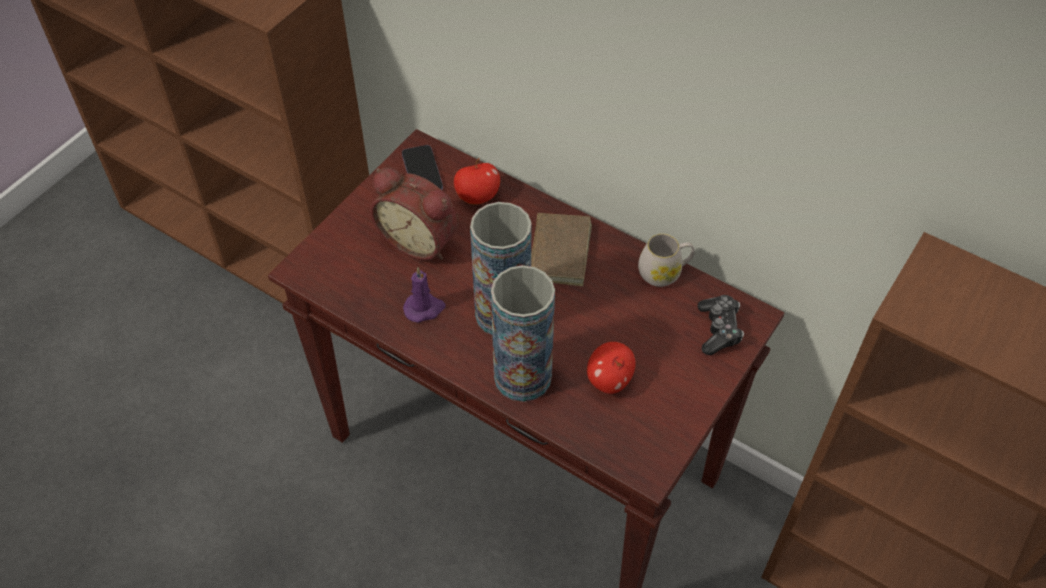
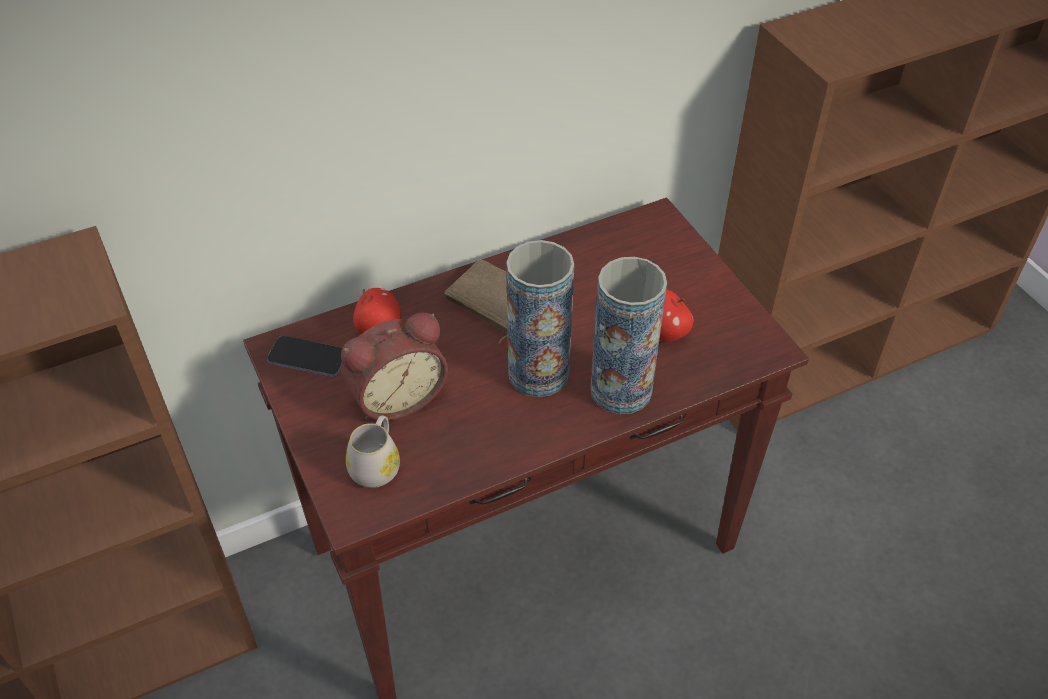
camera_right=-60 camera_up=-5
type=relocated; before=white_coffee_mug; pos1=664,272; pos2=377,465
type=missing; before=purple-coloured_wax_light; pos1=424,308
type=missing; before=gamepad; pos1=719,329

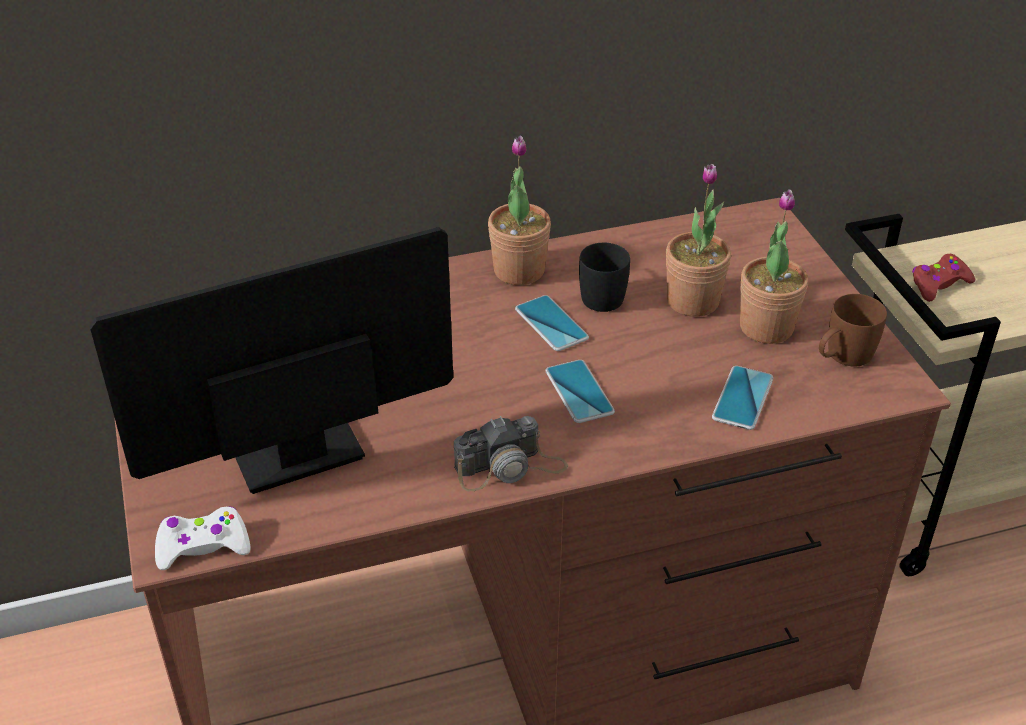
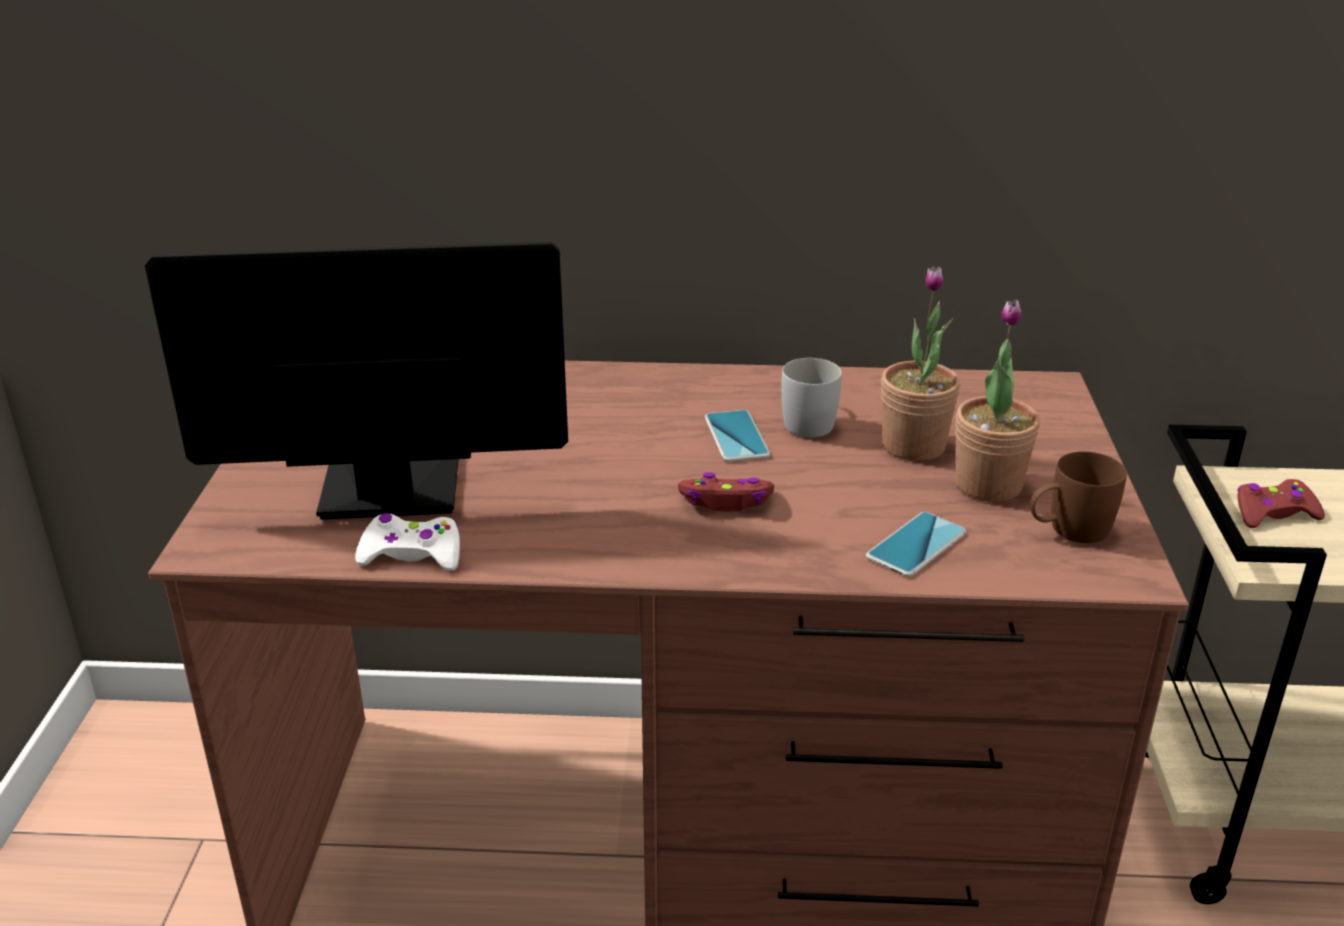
camera_right=20 camera_up=-10
type=relocated; before=white_gamepad; pos1=203,546; pos2=412,554
type=exchanged; before=phone; after=reddish_gamepad; pos1=579,392; pos2=726,502
type=colour; before=black_coffee_mug; after=white_coffee_mug; pos1=598,294; pos2=807,420
type=missing; before=still_camera; pos1=510,467
type=missing; before=plant_in_a_pot; pos1=519,270

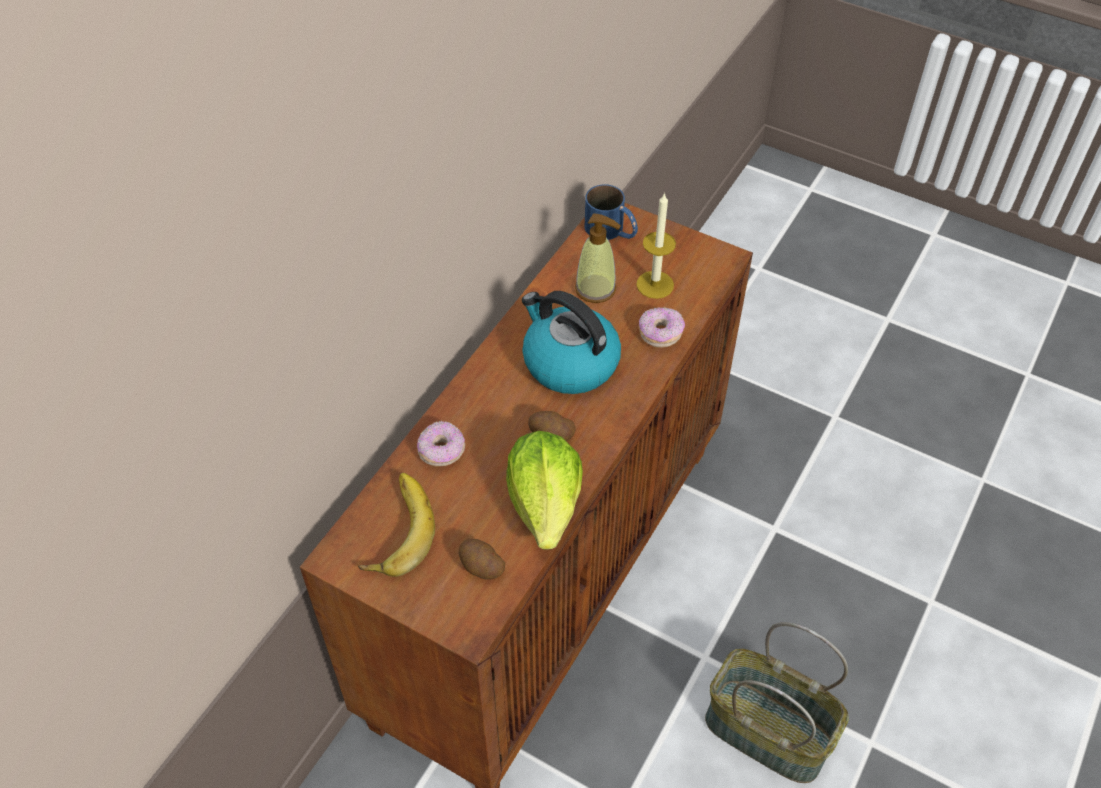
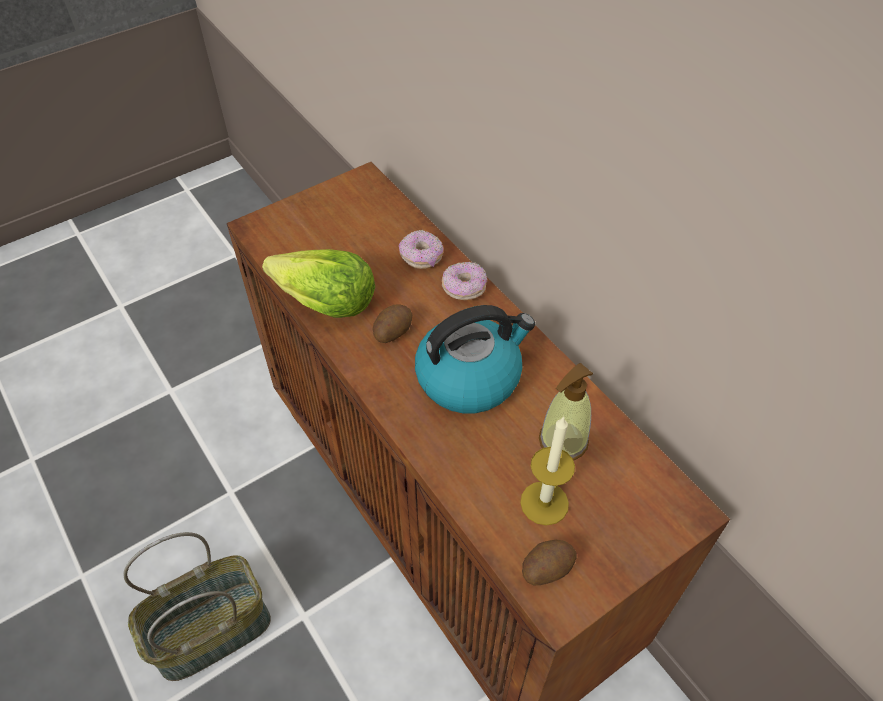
camera_right=115 camera_up=0
type=relocated; before=donut; pos1=660,334; pos2=464,288
type=relocated; before=spud; pos1=481,567; pos2=546,568
type=missing; before=banana; pos1=395,529
type=missing; before=blue_coffee_mug; pos1=611,231

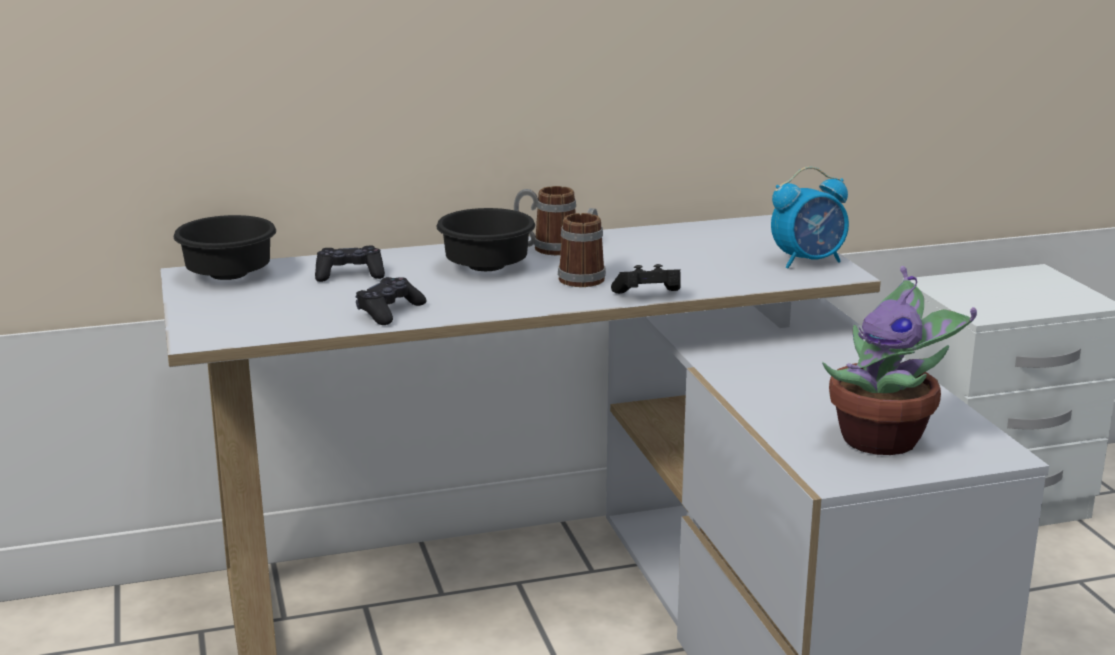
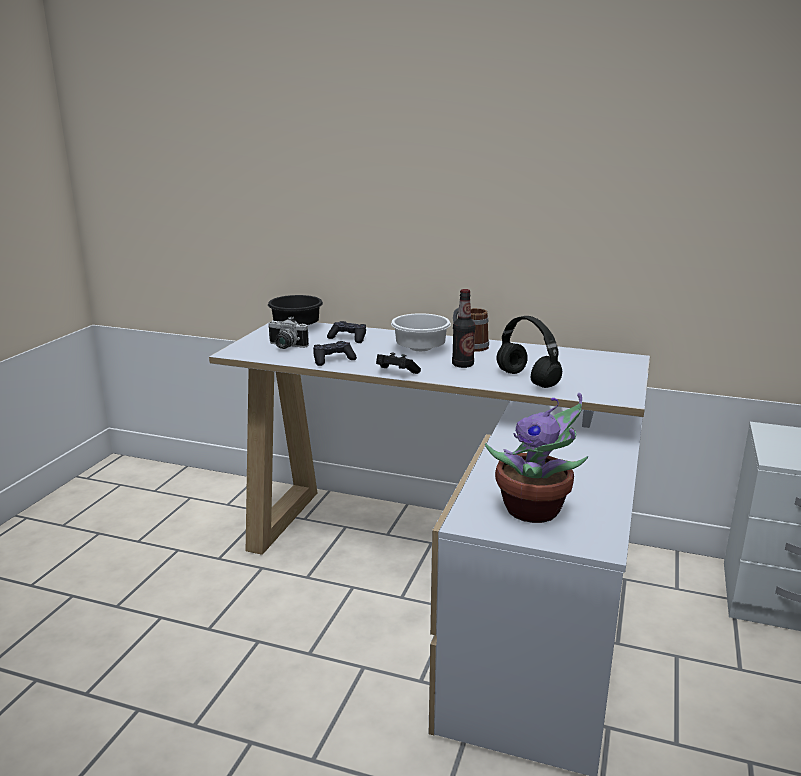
camera_right=35 camera_up=0
type=appeared; after=still_camera; pos2=285,346
type=relocated; before=black_gamepad; pos1=648,296; pos2=396,373
type=colour; before=black_bowl; after=white_bowl; pos1=483,267; pos2=419,348
type=exchanged; before=coffee_mug; after=bottle; pos1=584,276; pos2=462,365
type=appeared; after=black_headset; pos2=528,380
type=missing; before=alarm_clock; pos1=809,261

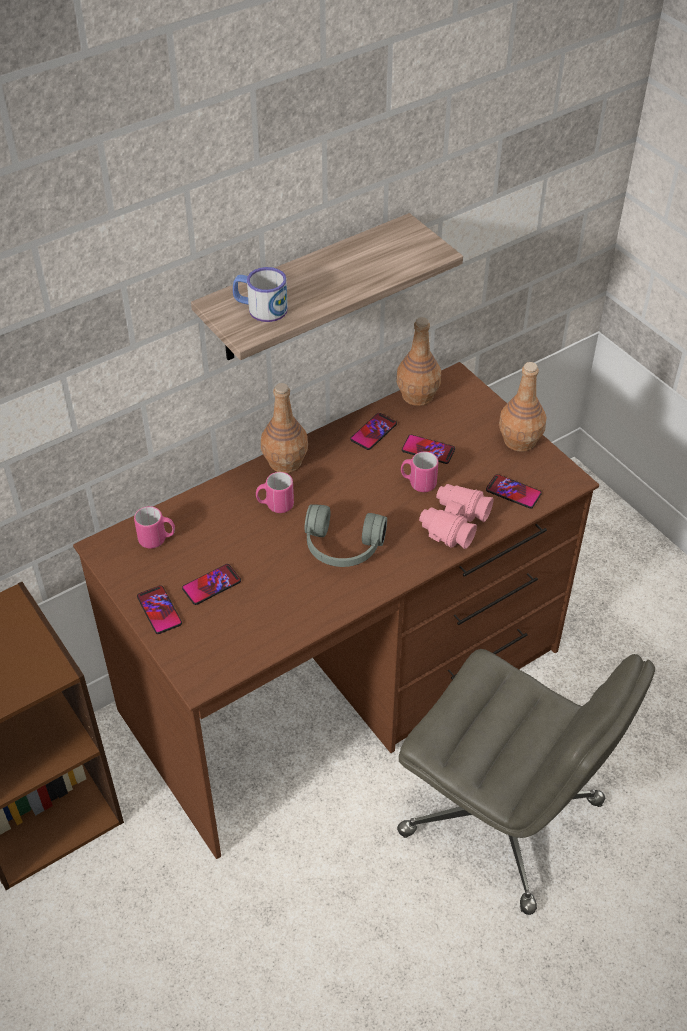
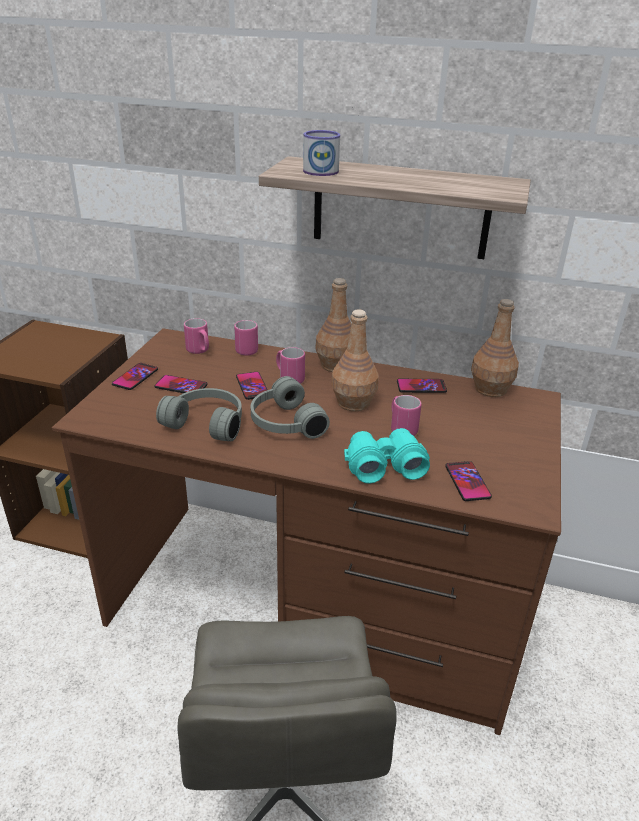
camera_right=50 camera_up=-15
type=appeared; after=gray_headset; pos2=208,422
type=appeared; after=pink-coloured_coffee_mug; pos2=247,349
type=relocated; before=phone; pos1=428,450; pos2=252,386
type=relocated; before=brown_bottle; pos1=519,440; pos2=354,402
type=colour; before=pink-coloured_pair_of_binoculars; after=turquoise-coloured_pair_of_binoculars; pos1=453,523; pos2=384,465

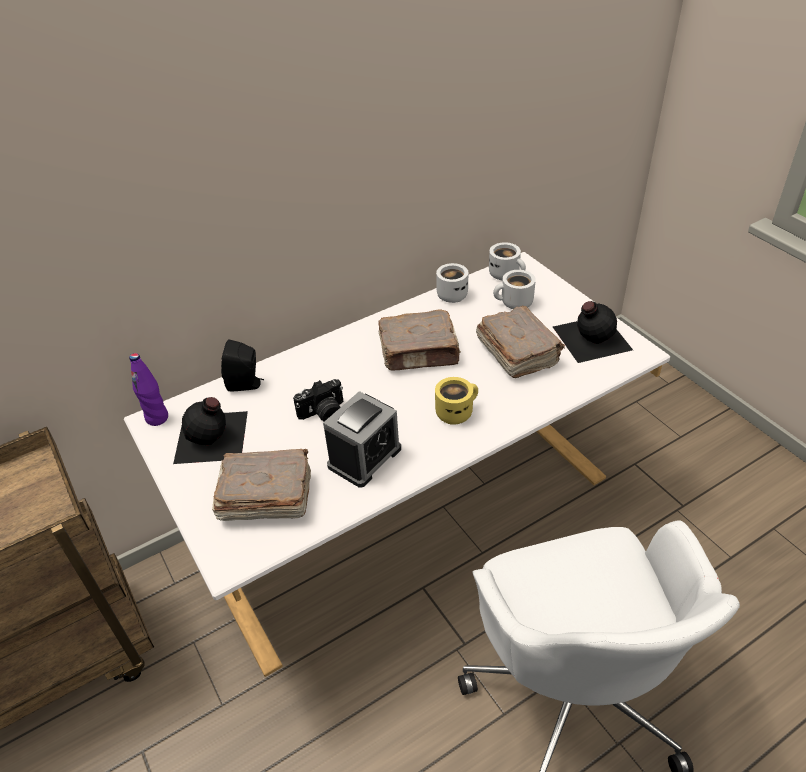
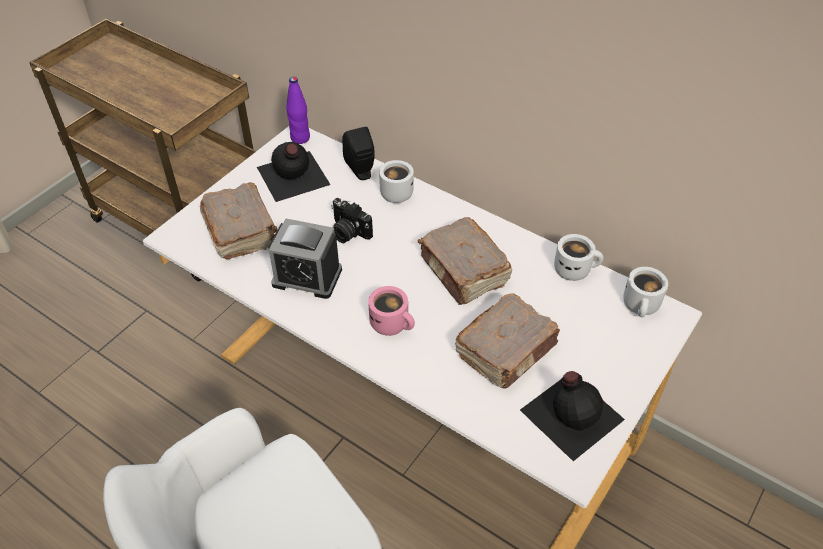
camera_right=65 camera_up=5
type=colour; before=yellow-coloured_coffee_mug; after=pink-coloured_coffee_mug; pos1=455,411; pos2=393,324
type=relocated; before=white_coffee_mug; pos1=514,303; pos2=393,193

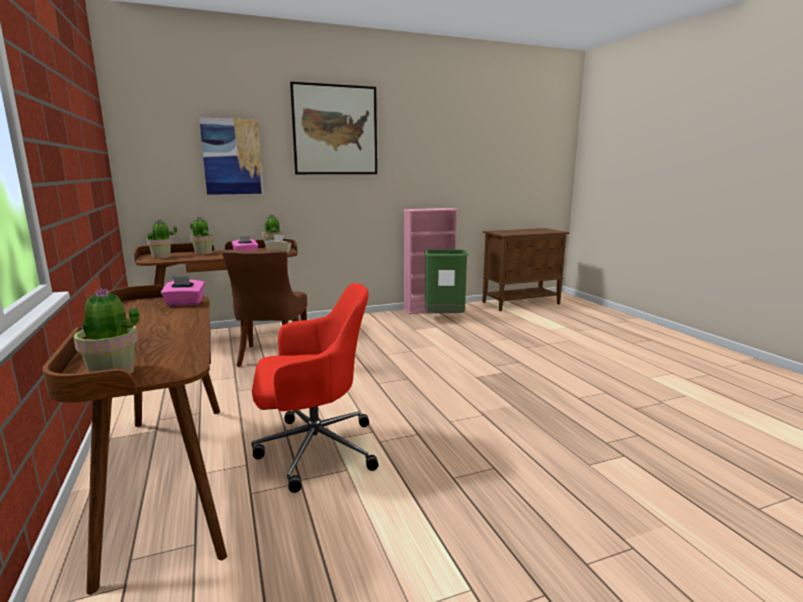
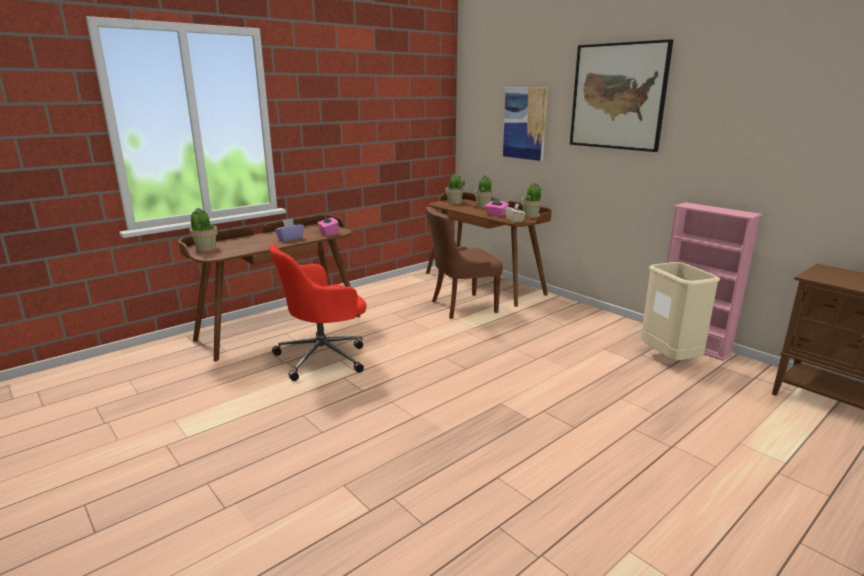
camera_right=70 camera_up=5
type=spun; before=reddish_office_chair; pos1=314,449; pos2=324,357; turn=90
type=appeared; after=purple-coloured_tissue_holder; pos2=290,238
type=colour; before=greenish_waste_bin; after=beige_waste_bin; pos1=444,318; pos2=669,359

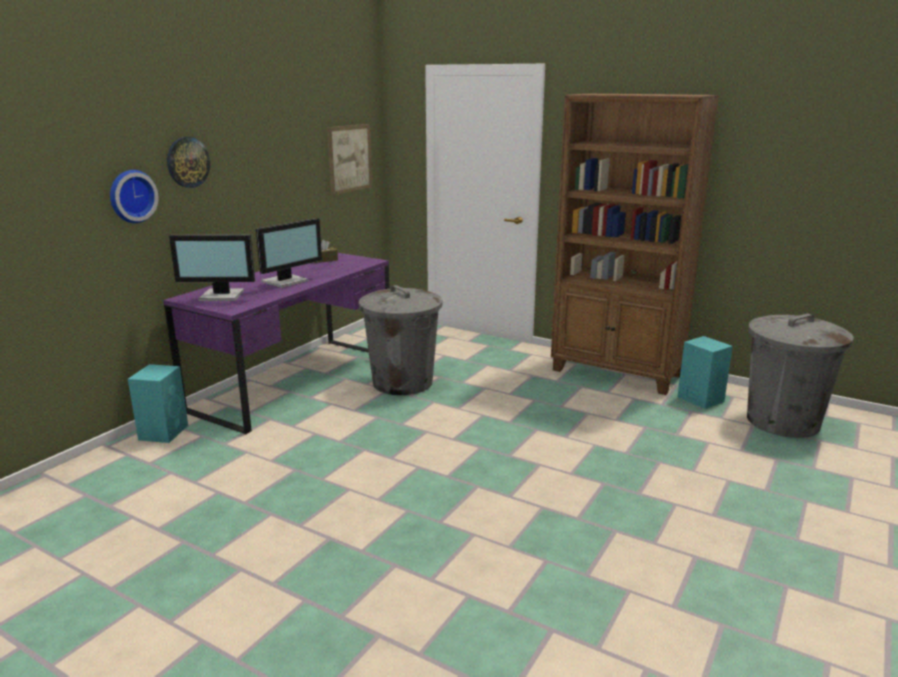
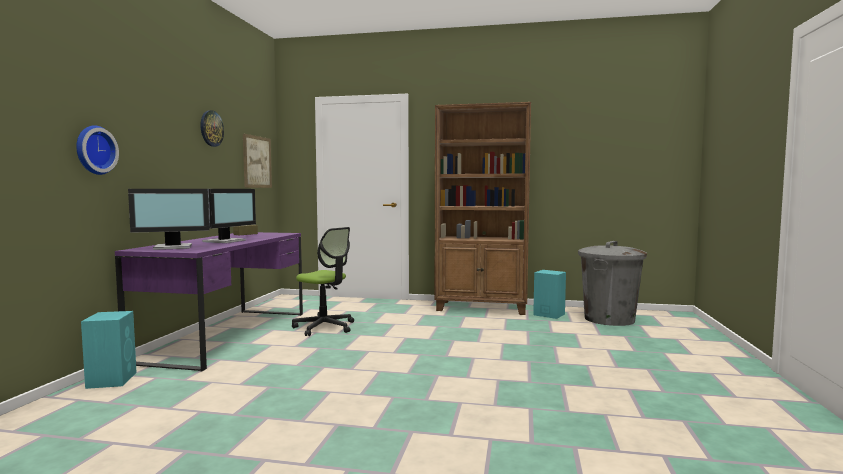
camera_right=-20 camera_up=-15
type=relocated; before=wall_clock; pos1=187,162; pos2=211,128
type=exchanged; before=gray_waste_bin; after=office_chair; pos1=402,382; pos2=324,327

